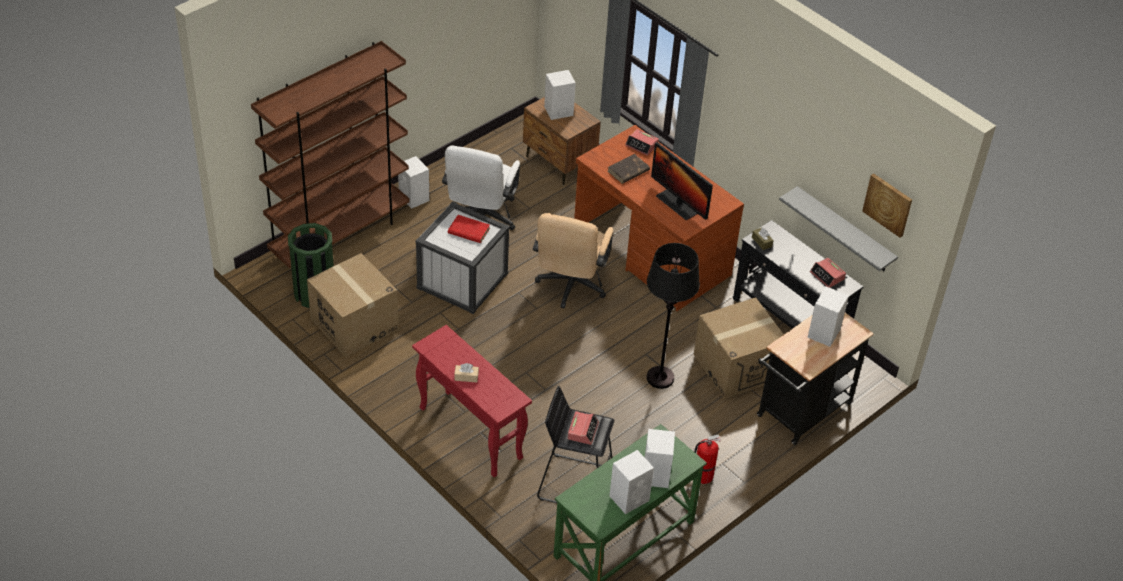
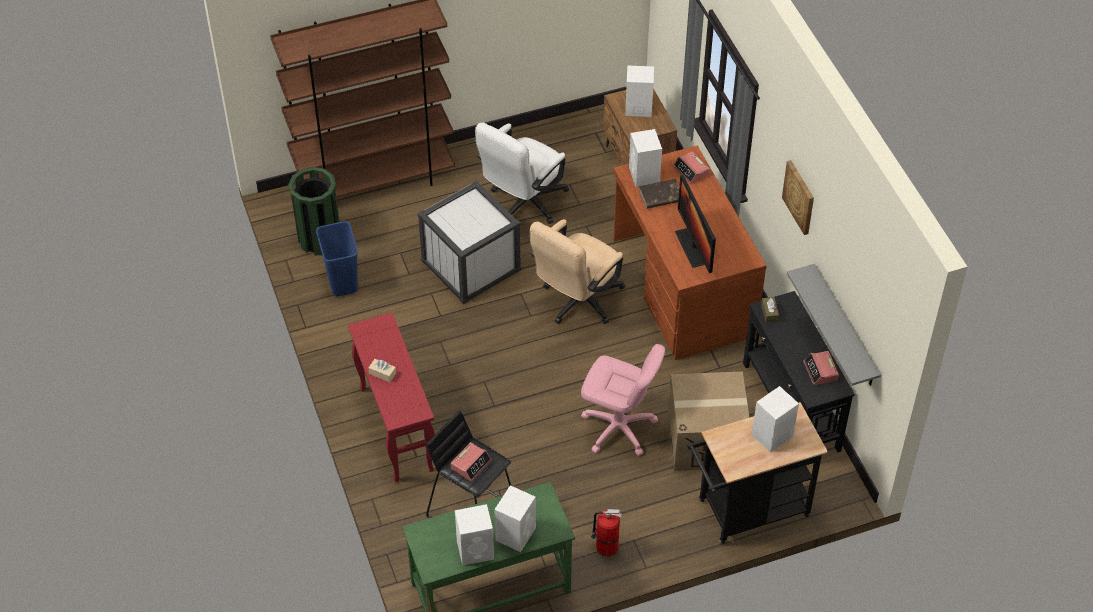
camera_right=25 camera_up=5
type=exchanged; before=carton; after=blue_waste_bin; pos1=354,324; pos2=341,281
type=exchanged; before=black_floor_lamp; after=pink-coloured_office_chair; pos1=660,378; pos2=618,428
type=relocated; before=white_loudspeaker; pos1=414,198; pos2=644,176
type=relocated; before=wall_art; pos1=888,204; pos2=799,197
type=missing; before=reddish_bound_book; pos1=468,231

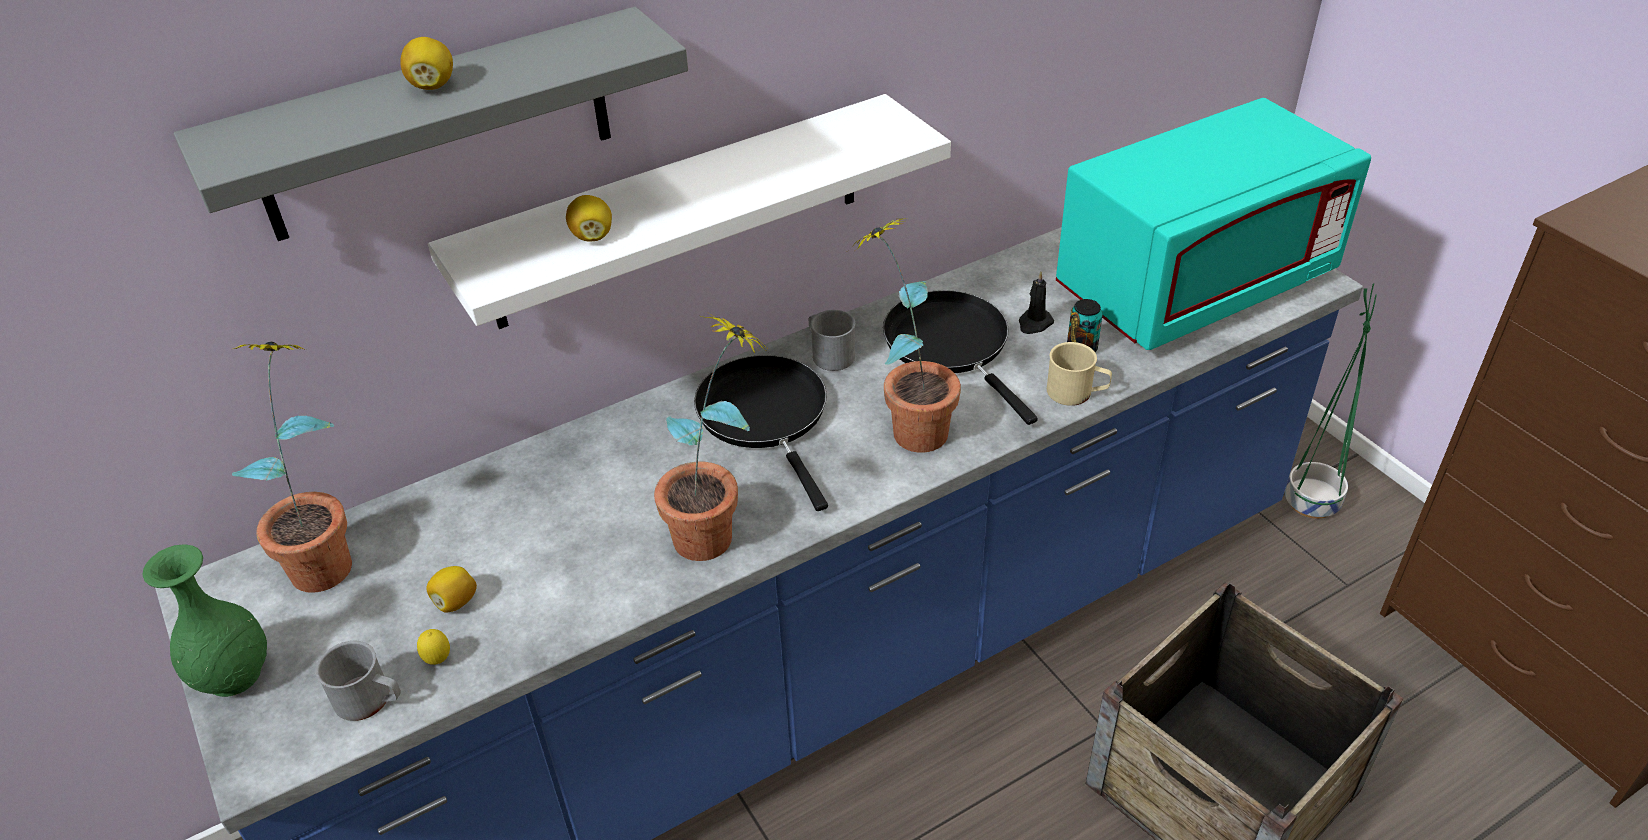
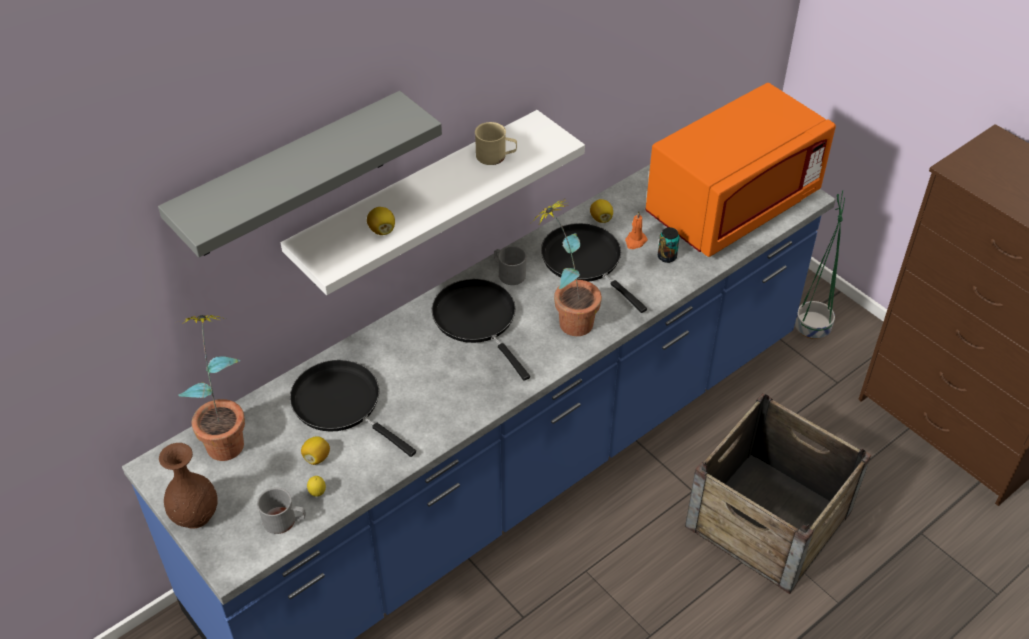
camera_right=-10 camera_up=5
type=colour; before=greenish_vase; after=brown_vase; pos1=235,676; pos2=196,515
type=appeared; after=black_skillet; pos2=341,404
type=relocated; before=beige_coffee_mug; pos1=1076,393; pos2=496,156
type=relocated; before=lemon; pos1=432,85; pos2=601,218
type=colour; before=black_wax_light; after=orangey_wax_light; pos1=1034,323; pos2=635,241
type=colour; before=turquoise-coloured_microwave; after=orangey_microwave; pos1=1195,285; pos2=732,206
type=missing; before=plant_in_a_pot; pos1=719,530

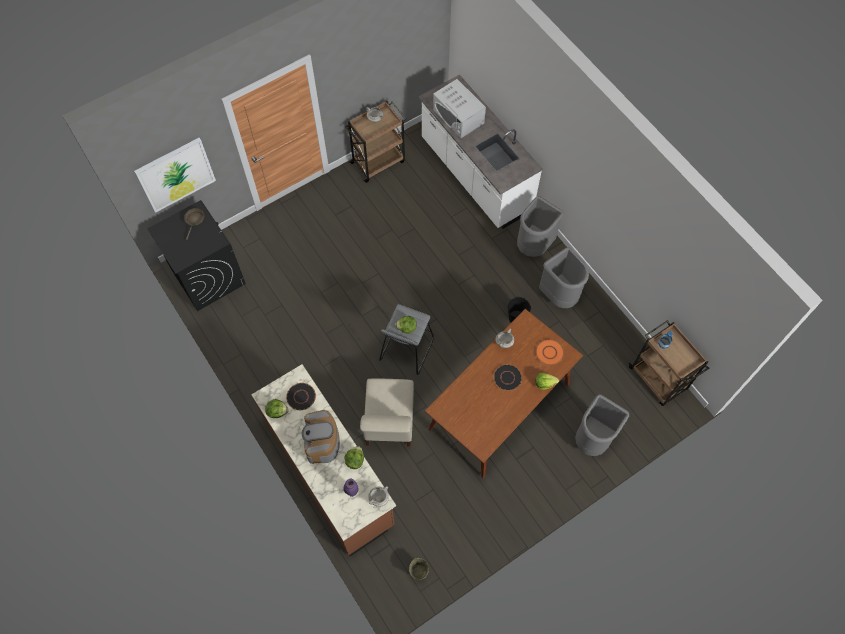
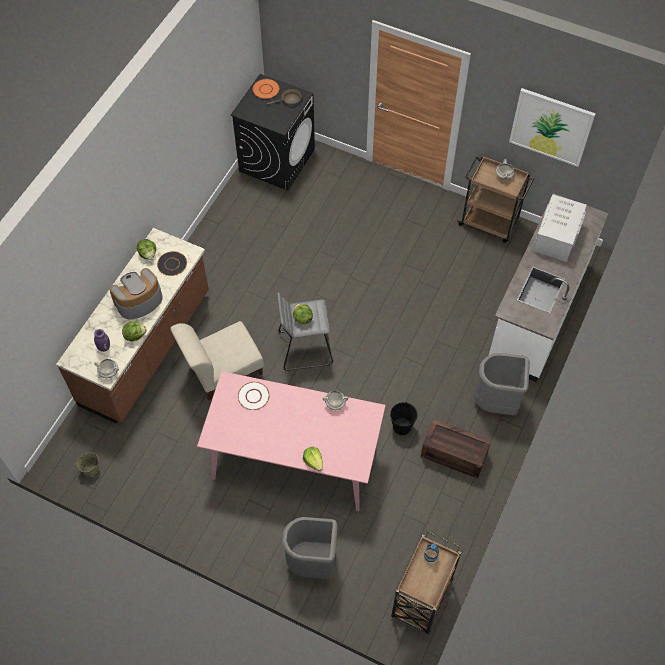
camera_right=60 camera_up=-5
type=colour; before=brown_dinner_table; after=pink-coloured_dinner_table; pos1=499,407; pos2=294,458
type=appeared; after=white_flat_dish; pos2=253,396
type=relocated; before=orangey_flat_dish; pos1=549,352; pos2=266,89
type=exchanged; before=gray_waste_bin; after=crate; pos1=559,295; pos2=455,454
type=relocated; before=wall_art; pos1=175,174; pos2=551,127
type=missing; before=black_flat_dish; pos1=507,377

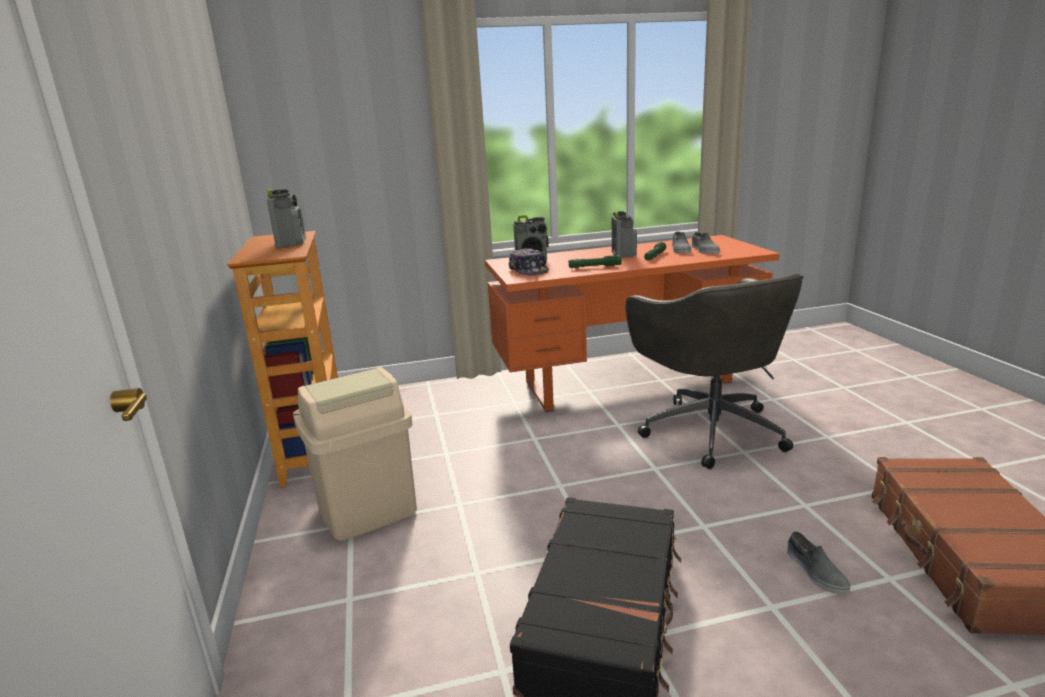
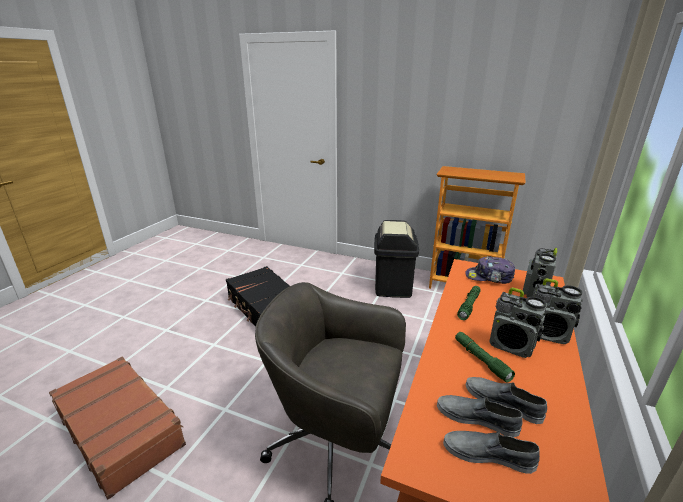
camera_right=125 camera_up=5
type=colour; before=beige_waste_bin; after=black_waste_bin; pos1=367,510; pos2=392,287
type=relocated; before=gray_low_shoe; pos1=815,571; pos2=488,454
type=relocated; before=radio_receiver; pos1=291,243; pos2=547,334

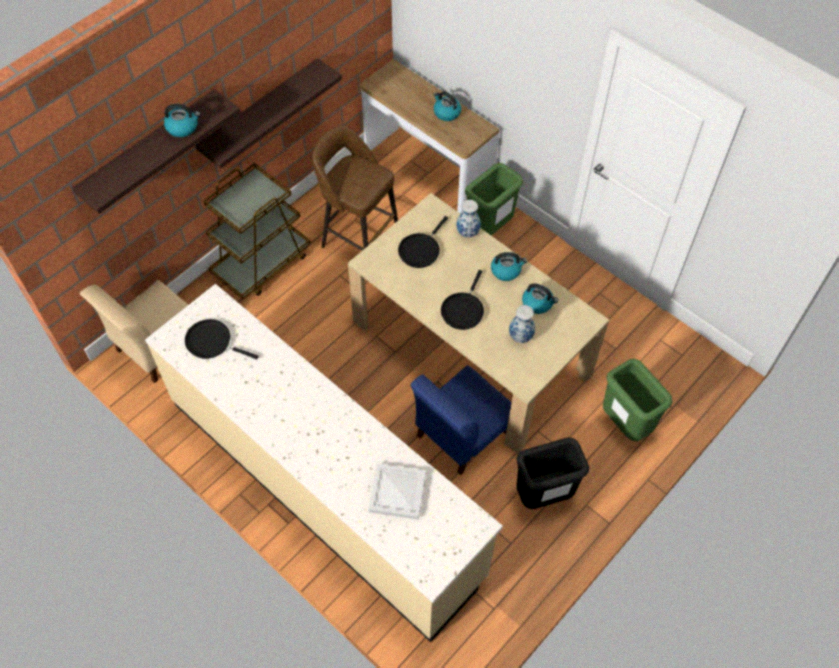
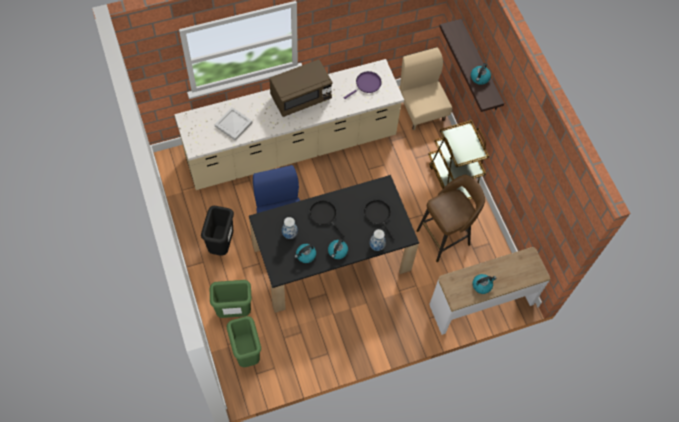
camera_right=115 camera_up=5
type=relocated; before=greenish_waste_bin; pos1=489,229; pos2=246,353
type=colour; before=beige_dinner_table; after=black_dinner_table; pos1=470,349; pos2=331,257
type=appeared; after=brown_microwave; pos2=301,97
type=colour; before=black_skillet; after=purple-coloured_skillet; pos1=212,342; pos2=366,84
type=missing; before=shelf; pos1=260,112

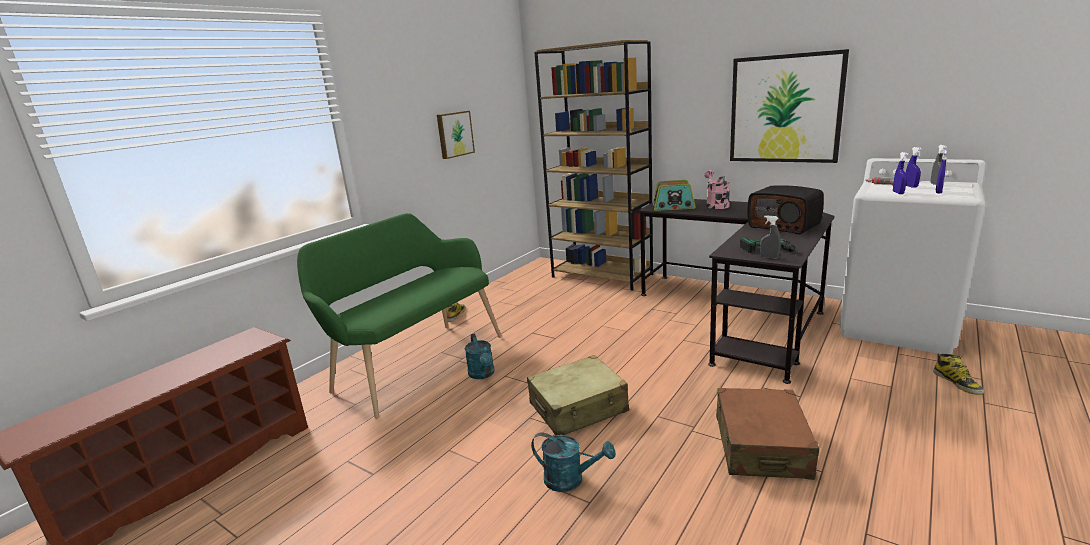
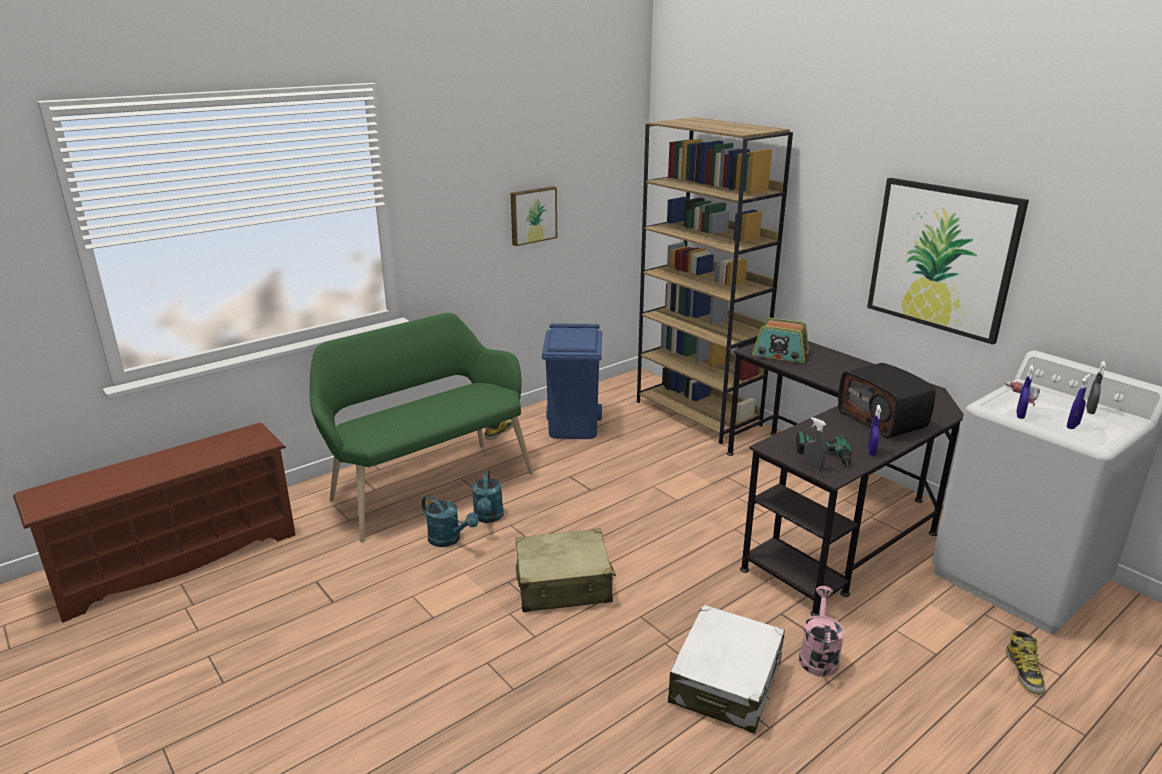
camera_right=15 camera_up=5
type=relocated; before=turquoise-coloured_watering_can; pos1=570,480; pos2=449,540
type=appeared; after=blue_waste_bin; pos2=573,427
type=colour; before=brown_travel_case; after=white_travel_case; pos1=761,446; pos2=726,682
type=relocated; before=pink-coloured_watering_can; pos1=715,205; pos2=818,655
type=relocated; before=blue_sprayer; pos1=911,186; pos2=871,452

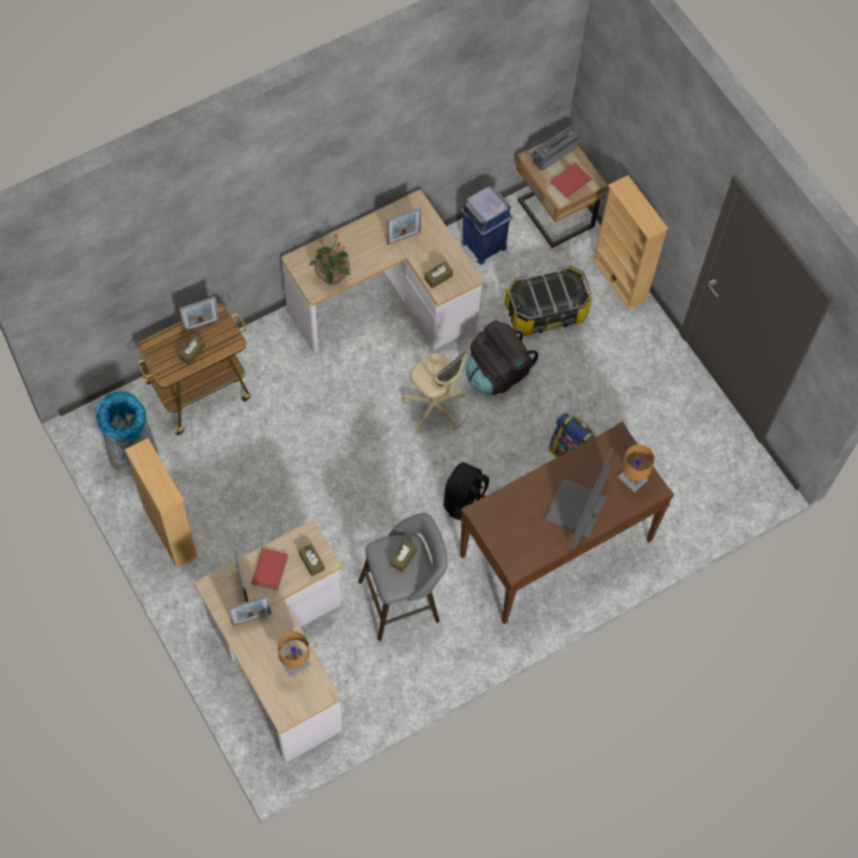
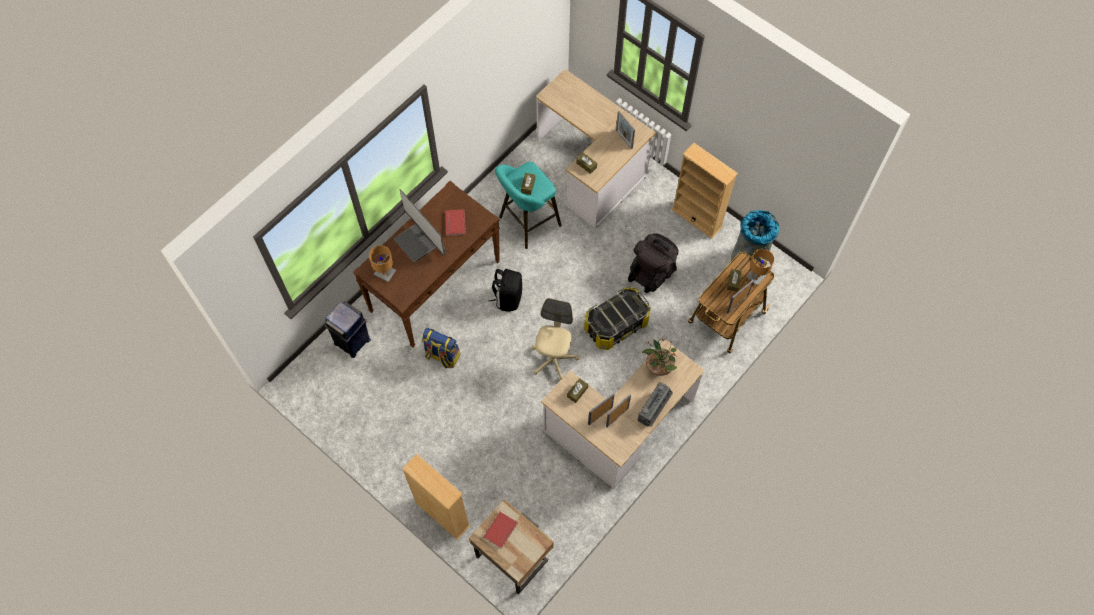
camera_right=165 camera_up=0
type=relocated; before=blue_waste_bin; pos1=483,245; pos2=352,342
type=spun; before=computer_screen; pos1=577,509; pos2=418,241; turn=135
type=relocated; before=reddish_bound_book; pos1=271,570; pos2=454,223
type=colour; before=gray_stool; after=turquoise-coloured_stool; pos1=403,599; pos2=527,223
type=spun; before=beige_office_chair; pos1=434,407; pos2=553,359; turn=75
type=relocated; before=storage_container; pos1=546,311; pos2=616,325
type=relocated; before=photo_frame; pos1=251,618; pos2=600,415
type=relocated; before=black_knapsack; pos1=497,373; pos2=652,272
type=relocated; before=radio_receiver; pos1=553,153; pos2=655,409
type=relocated; before=brown_lamp_for_a_table; pos1=295,662; pos2=756,276

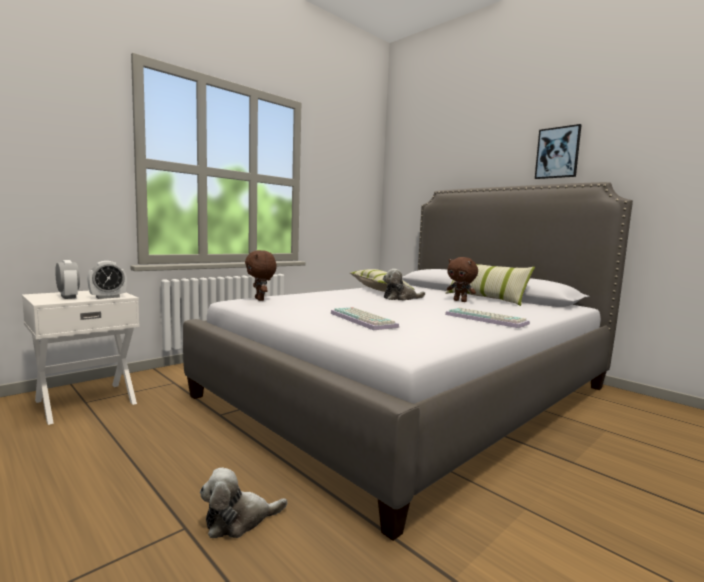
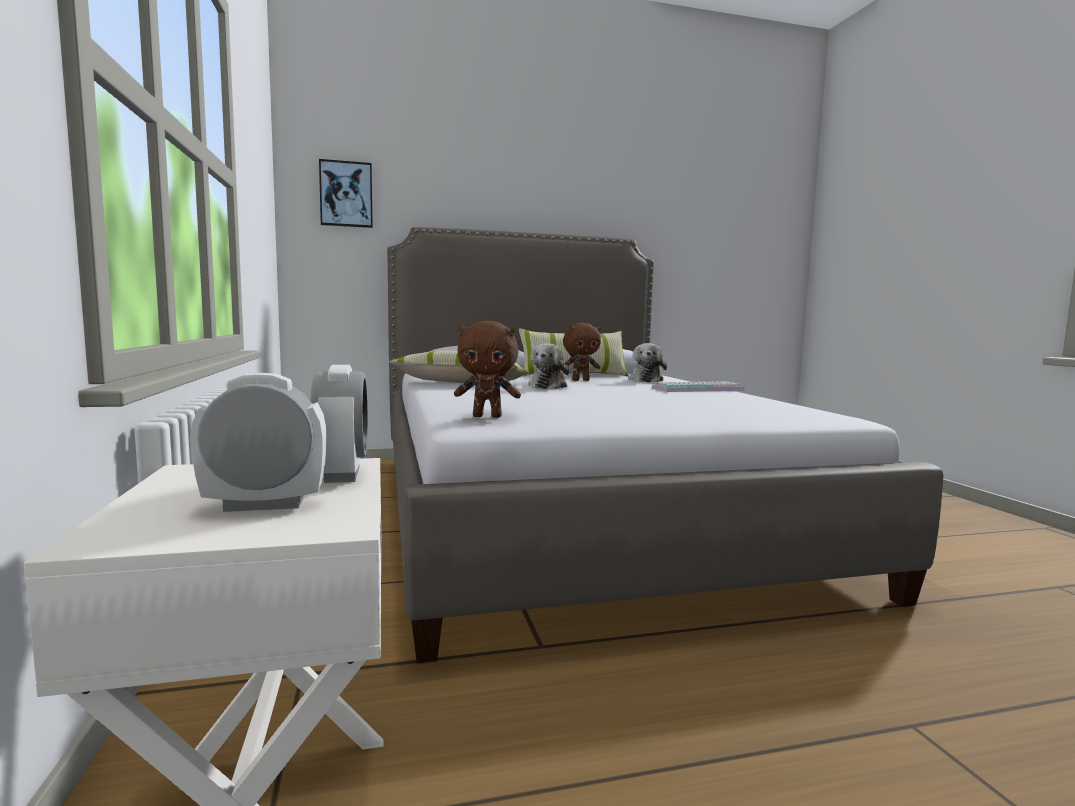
camera_right=-60 camera_up=0
type=relocated; before=wall_art; pos1=557,153; pos2=346,194
type=relocated; before=cuddly_toy; pos1=239,520; pos2=645,380
type=missing; before=PC_keyboard; pos1=364,320

